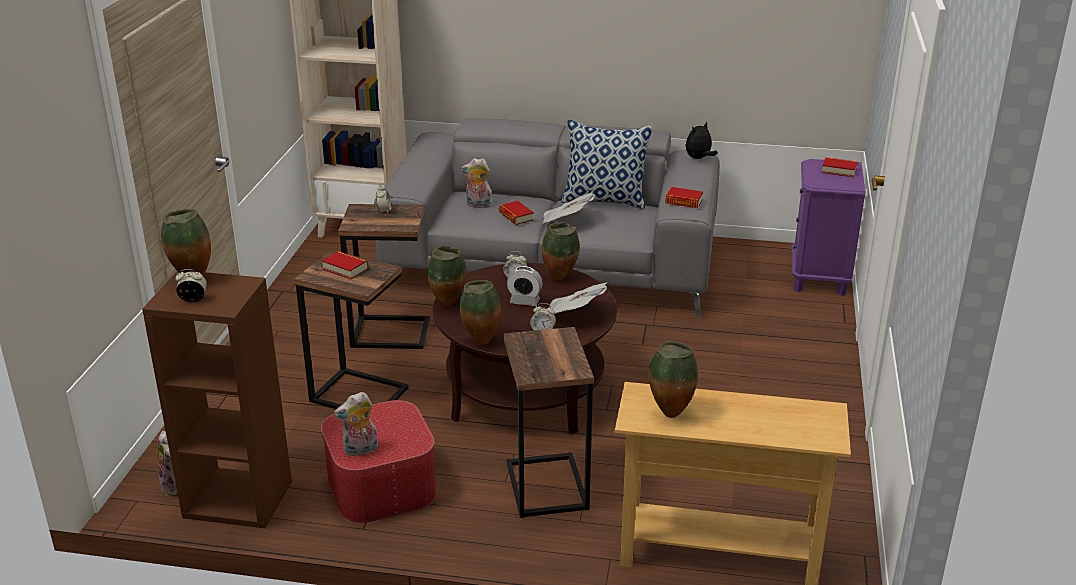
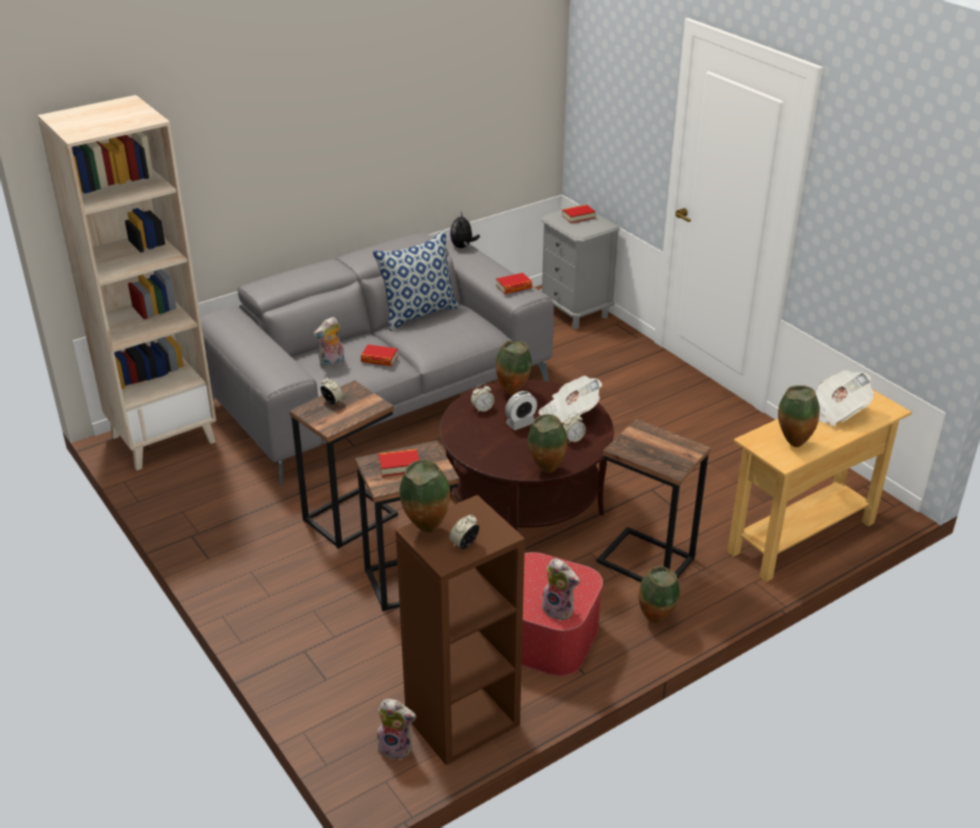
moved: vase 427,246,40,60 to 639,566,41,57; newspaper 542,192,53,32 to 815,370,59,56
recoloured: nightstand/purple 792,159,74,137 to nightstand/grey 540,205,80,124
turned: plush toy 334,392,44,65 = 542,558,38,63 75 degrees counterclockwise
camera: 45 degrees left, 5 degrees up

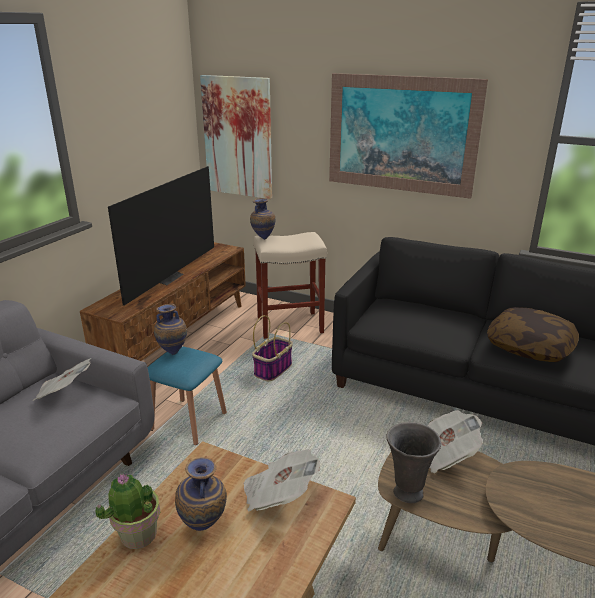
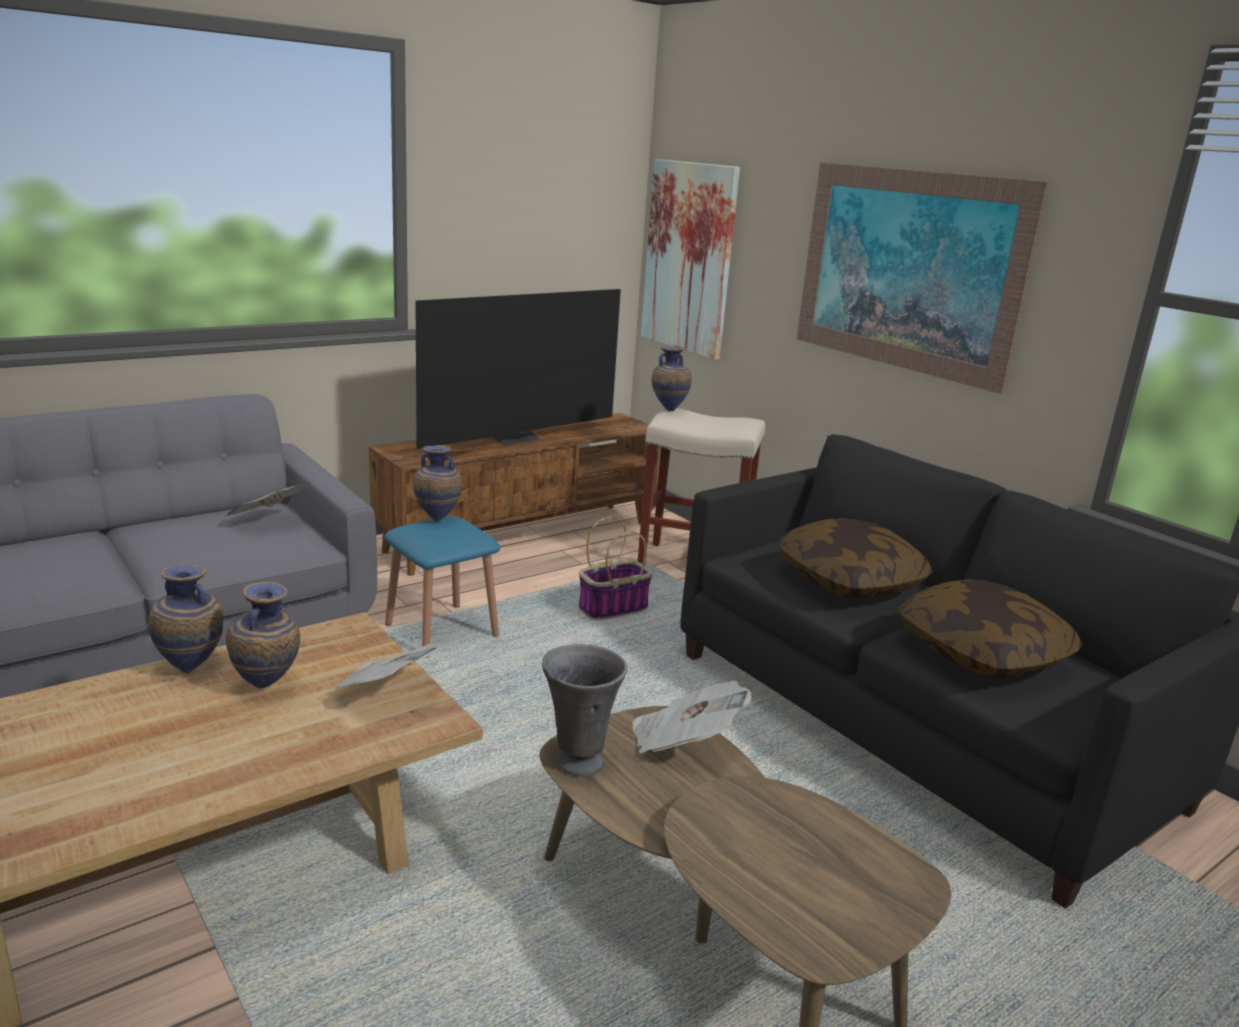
added: pillow 777,518,156,81
replaced: potted plant 96,473,64,76 to vase 148,565,75,108
camera: 25 degrees right, 5 degrees down

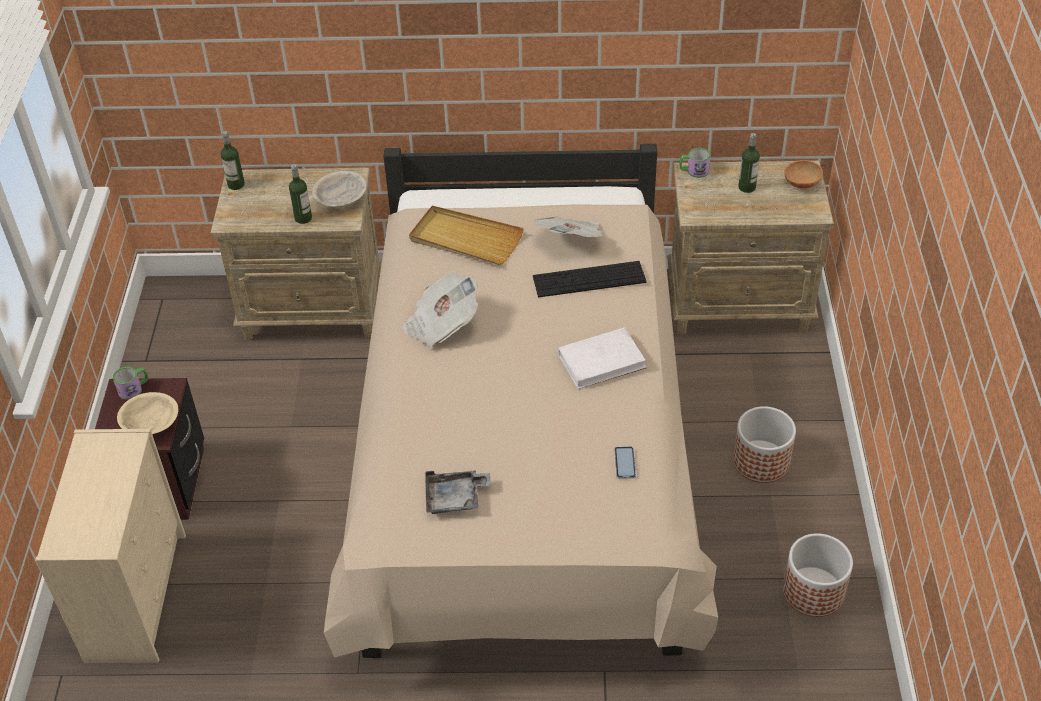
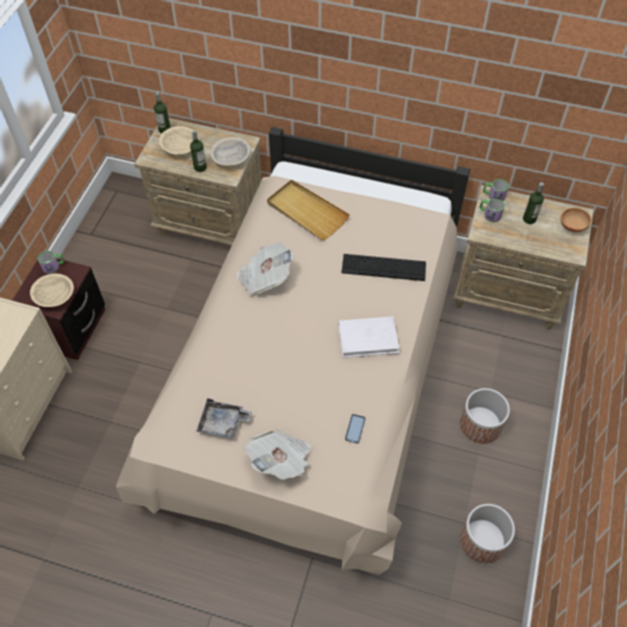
added: bowl/beige 159,126,40,29; mug 480,199,25,24
moved: newspaper 534,216,70,21 to 245,429,67,51
camera: 15 degrees right, 10 degrees up

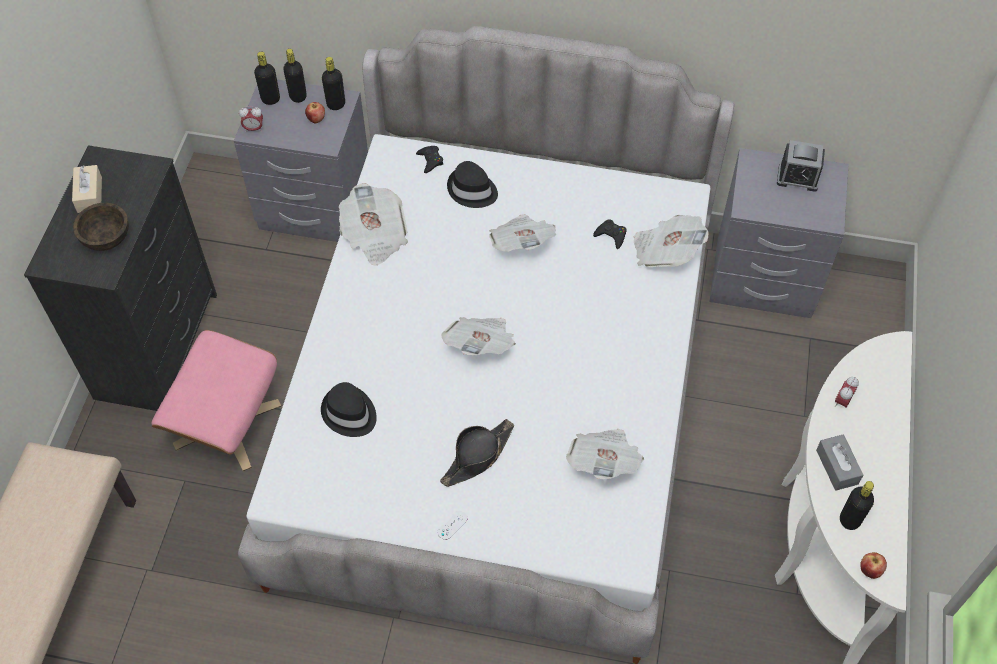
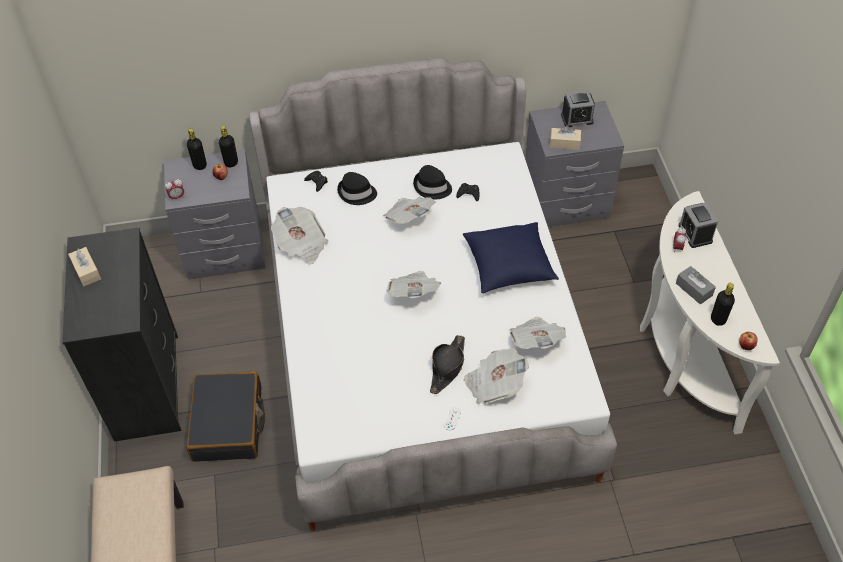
removed: bowl/brown 73,203,56,48; bottle/black 254,52,26,53
added: pillow/blue 463,222,96,71; tissue box/beige 550,126,31,24; alarm clock 679,202,39,46
moved: hat/black 321,382,56,55 to 413,165,39,34; newspaper 634,215,75,52 to 464,348,65,56
replaced: ottoman/pink 151,330,130,141 to suitcase/black 186,371,79,91
camera: 20 degrees left, 5 degrees down

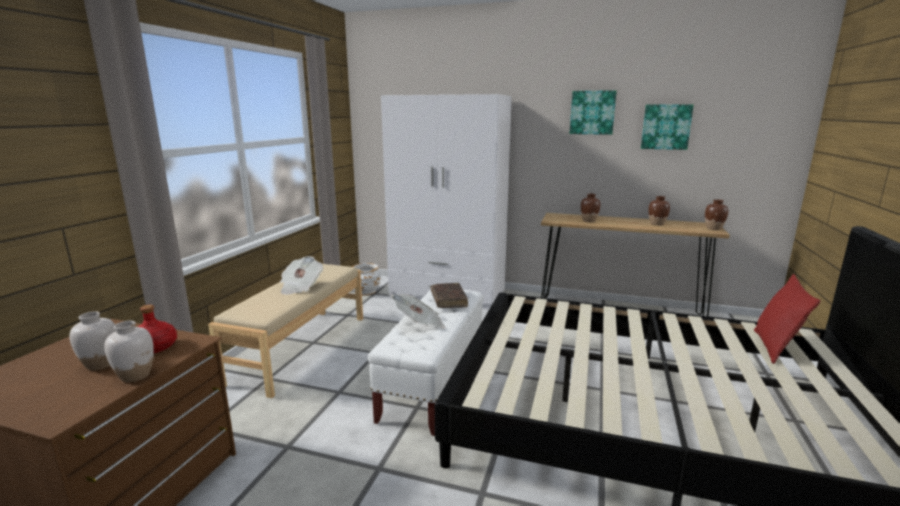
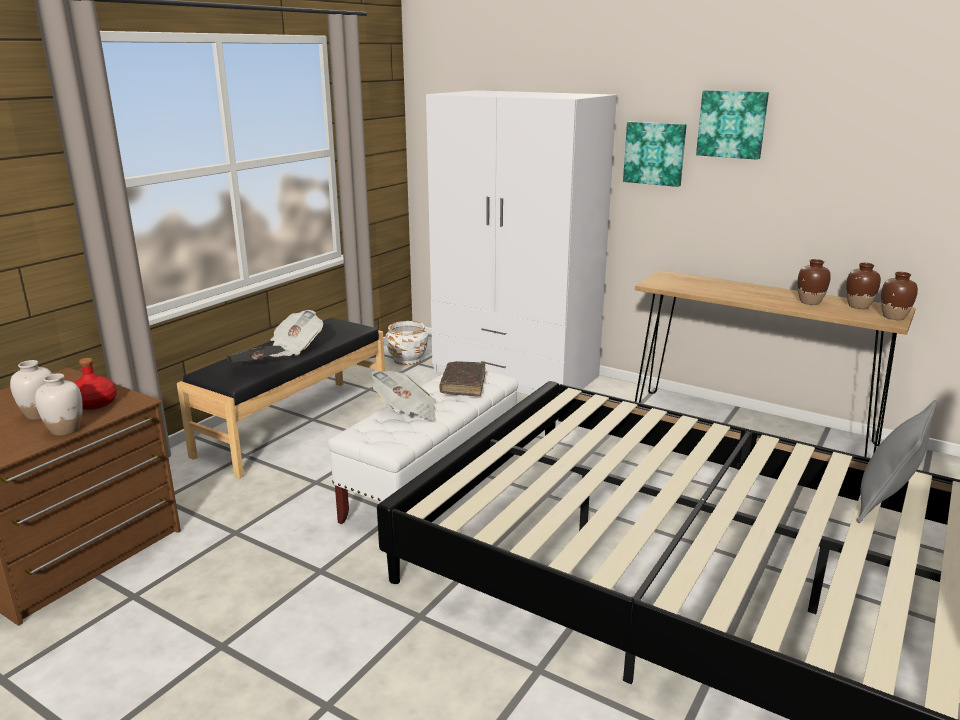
added: newspaper 226,346,59,16
moved: vase/brown 581,193,20,29 to 846,263,35,46; picture 641,104,53,46 to 623,122,64,65
recoloured: bench/beige 208,264,155,134 to bench/black 177,318,208,160; pillow/red 754,274,66,90 to pillow/grey 856,400,81,123
camera: 15 degrees right, 5 degrees up

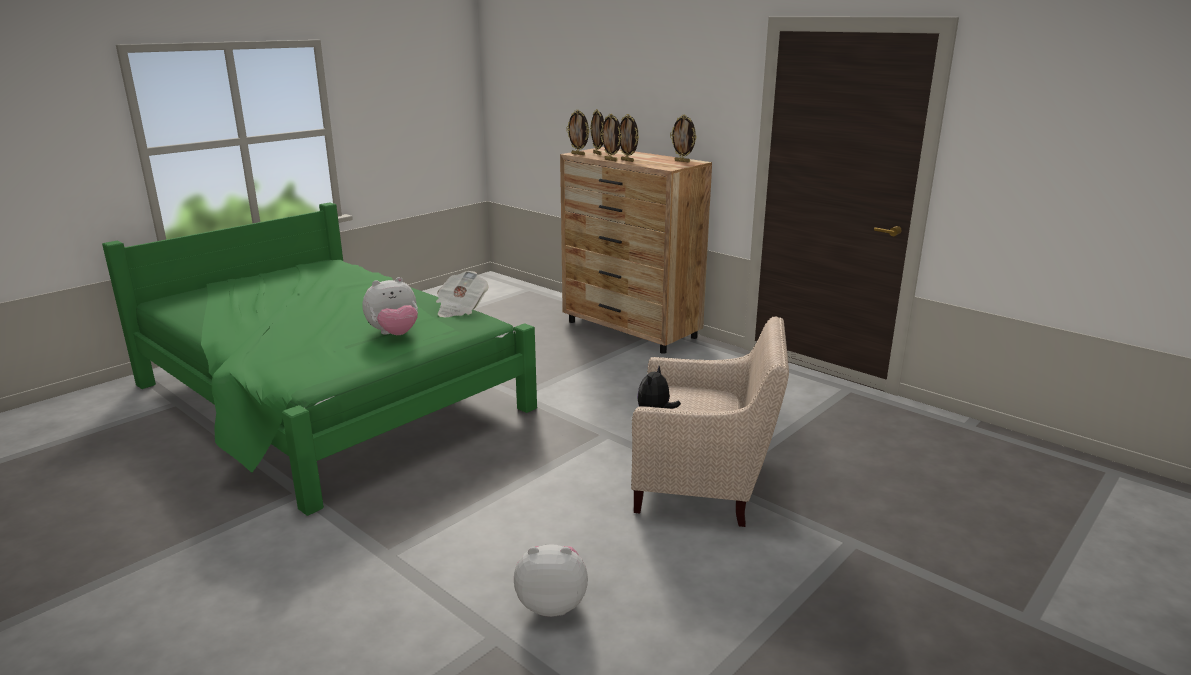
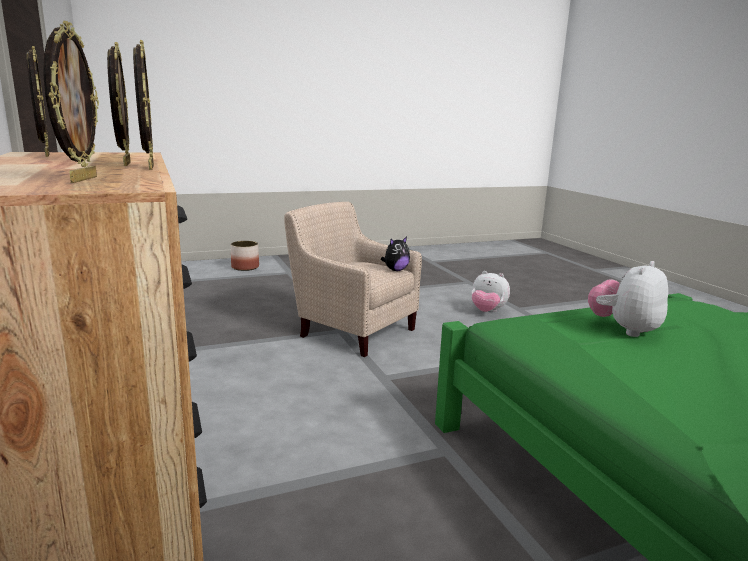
removed: newspaper 436,271,53,46; picture frame 566,110,24,45
added: planter 231,241,28,30
turned: plush toy 363,277,55,58 = 588,261,80,76 45 degrees counterclockwise
camera: 155 degrees left, 5 degrees down

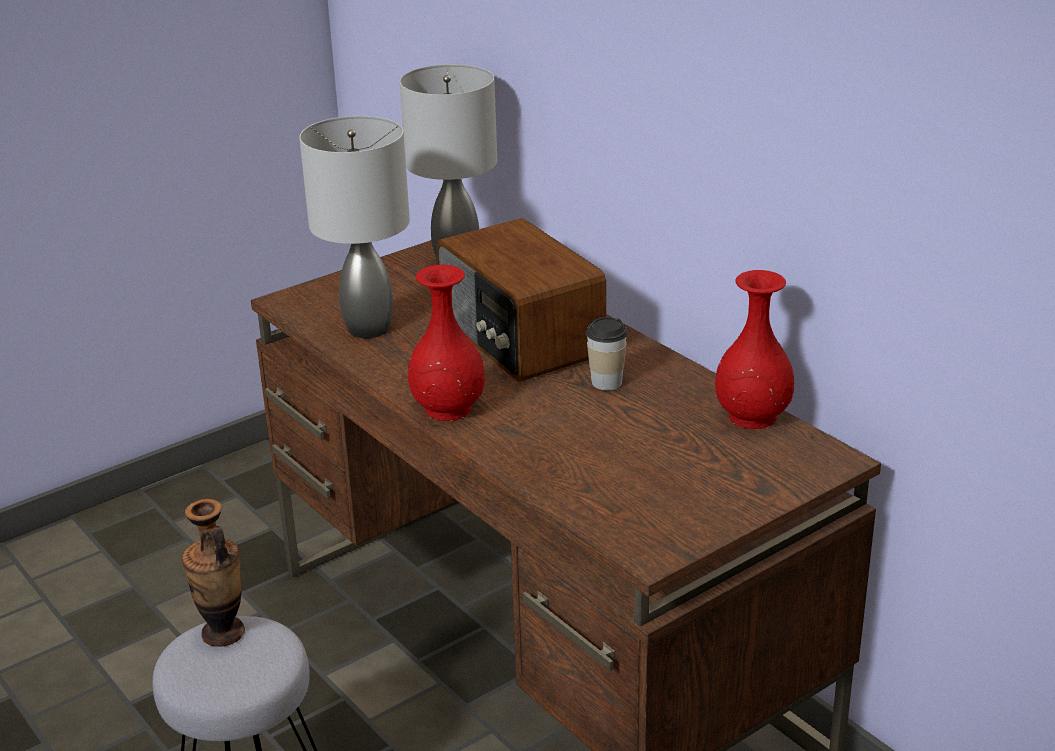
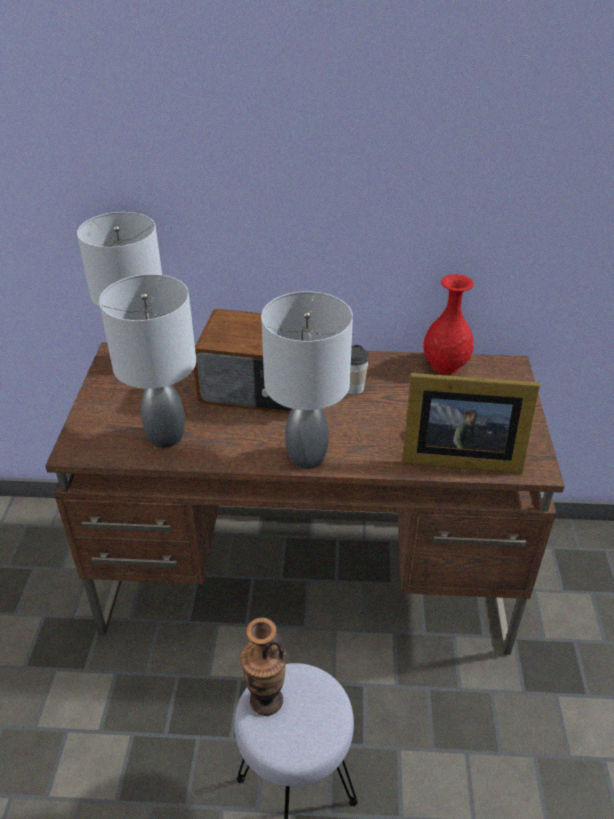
added: picture frame 402,373,138,101
replaced: vase/red 408,265,77,156 to table lamp/grey 261,291,92,178
camera: 50 degrees left, 10 degrees up

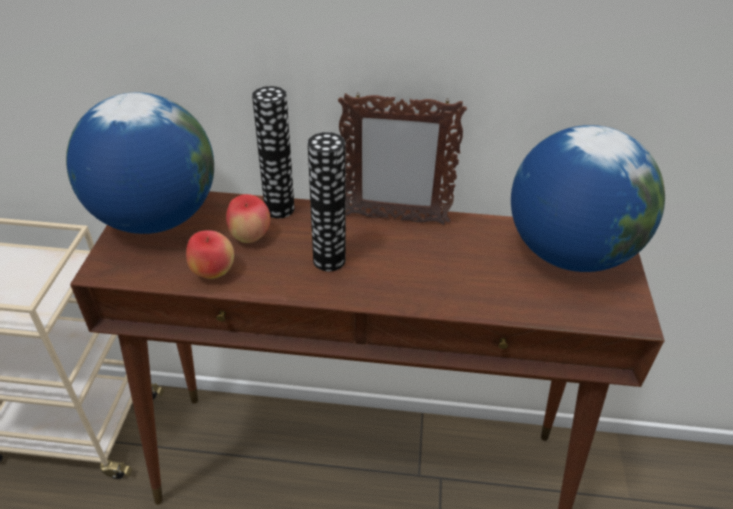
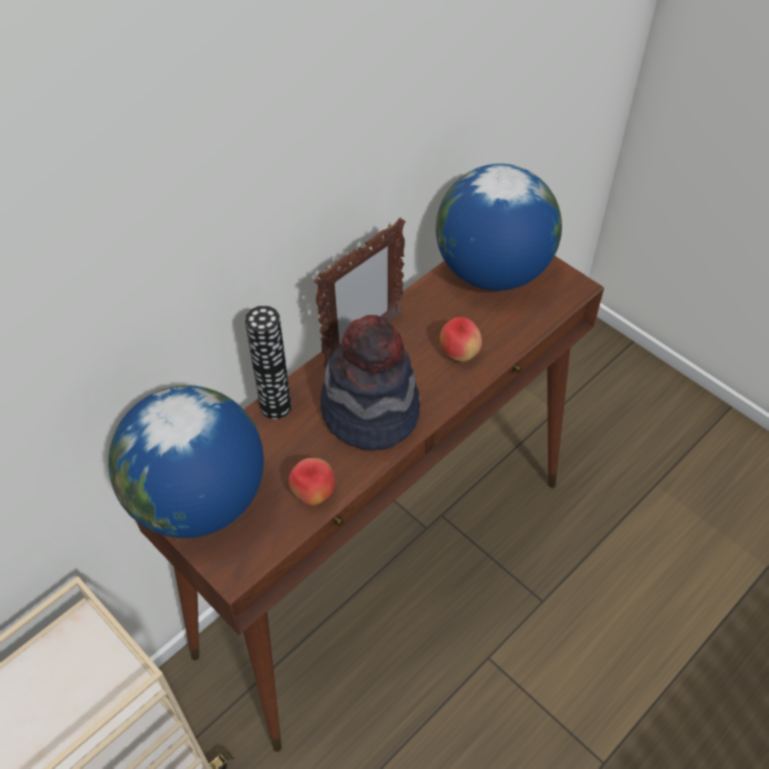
moved: apple 226,194,44,49 to 440,317,42,45
replaced: vase 308,132,38,139 to hat 320,315,101,136
camera: 50 degrees left, 10 degrees up

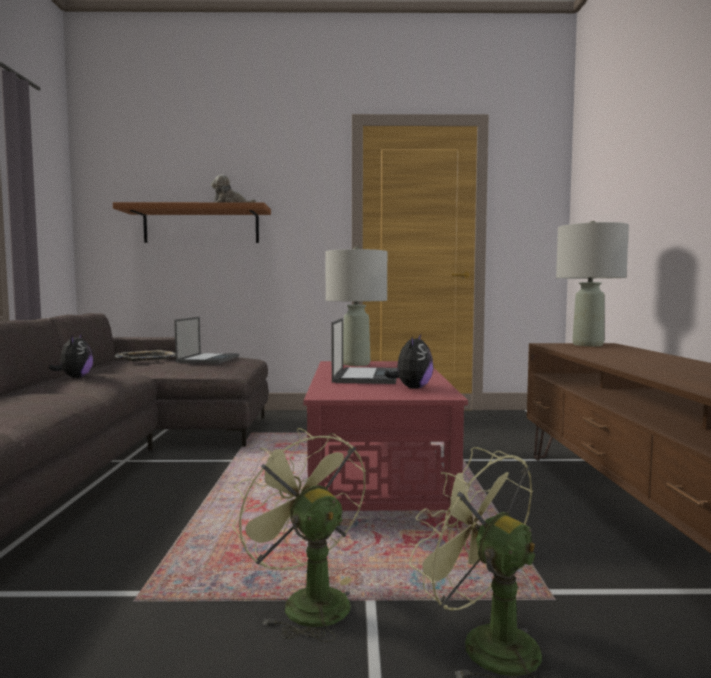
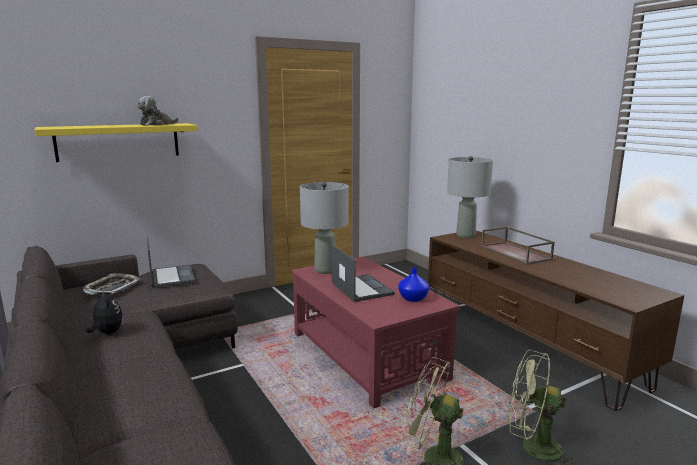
added: tray/brown 481,227,74,38
replaced: plush toy 384,334,50,55 to vase/blue 398,268,31,34
recoloured: shelf/brown 113,202,158,41 to shelf/yellow 34,123,164,39
camera: 30 degrees left, 10 degrees up

